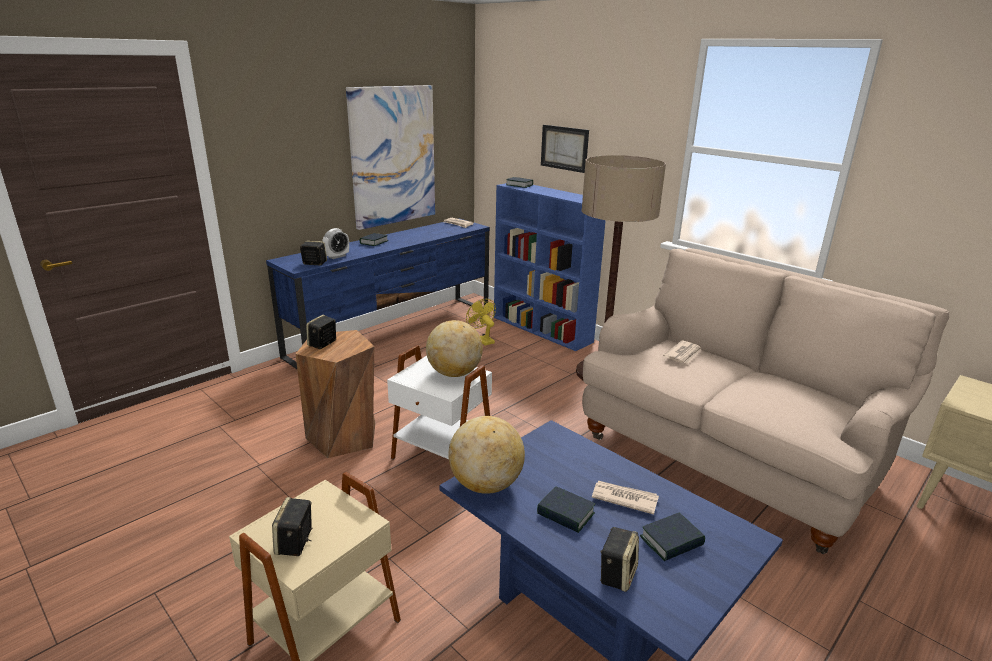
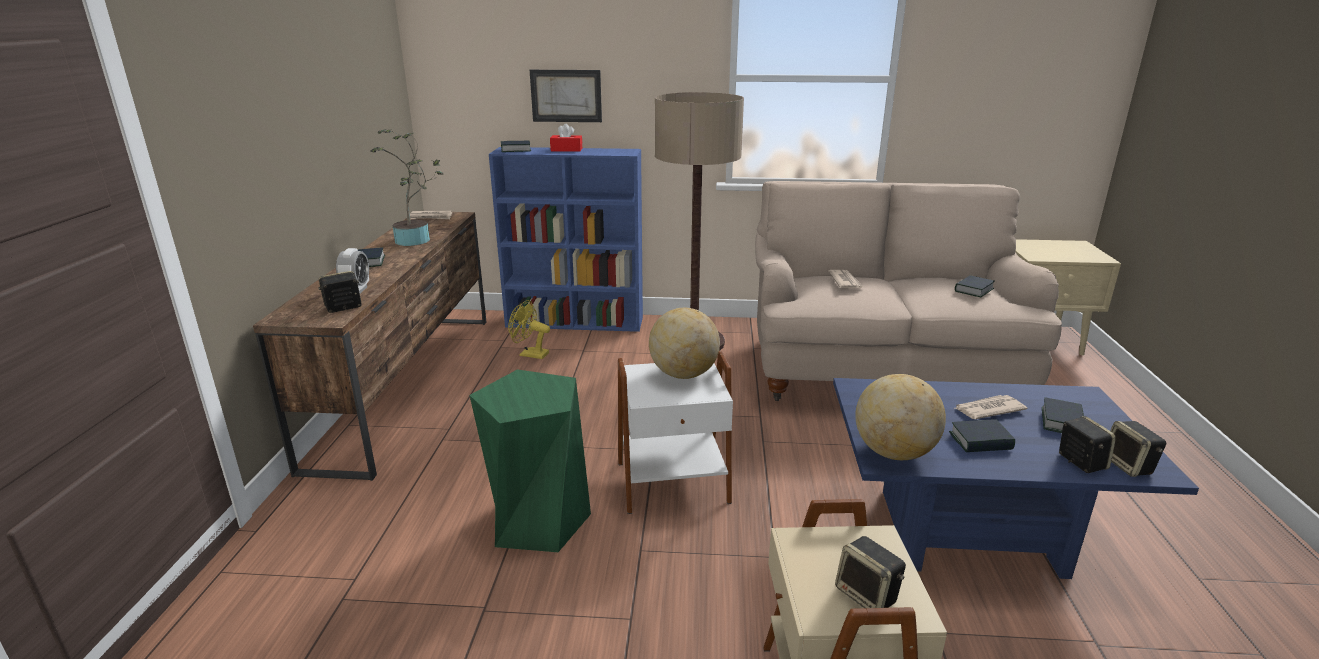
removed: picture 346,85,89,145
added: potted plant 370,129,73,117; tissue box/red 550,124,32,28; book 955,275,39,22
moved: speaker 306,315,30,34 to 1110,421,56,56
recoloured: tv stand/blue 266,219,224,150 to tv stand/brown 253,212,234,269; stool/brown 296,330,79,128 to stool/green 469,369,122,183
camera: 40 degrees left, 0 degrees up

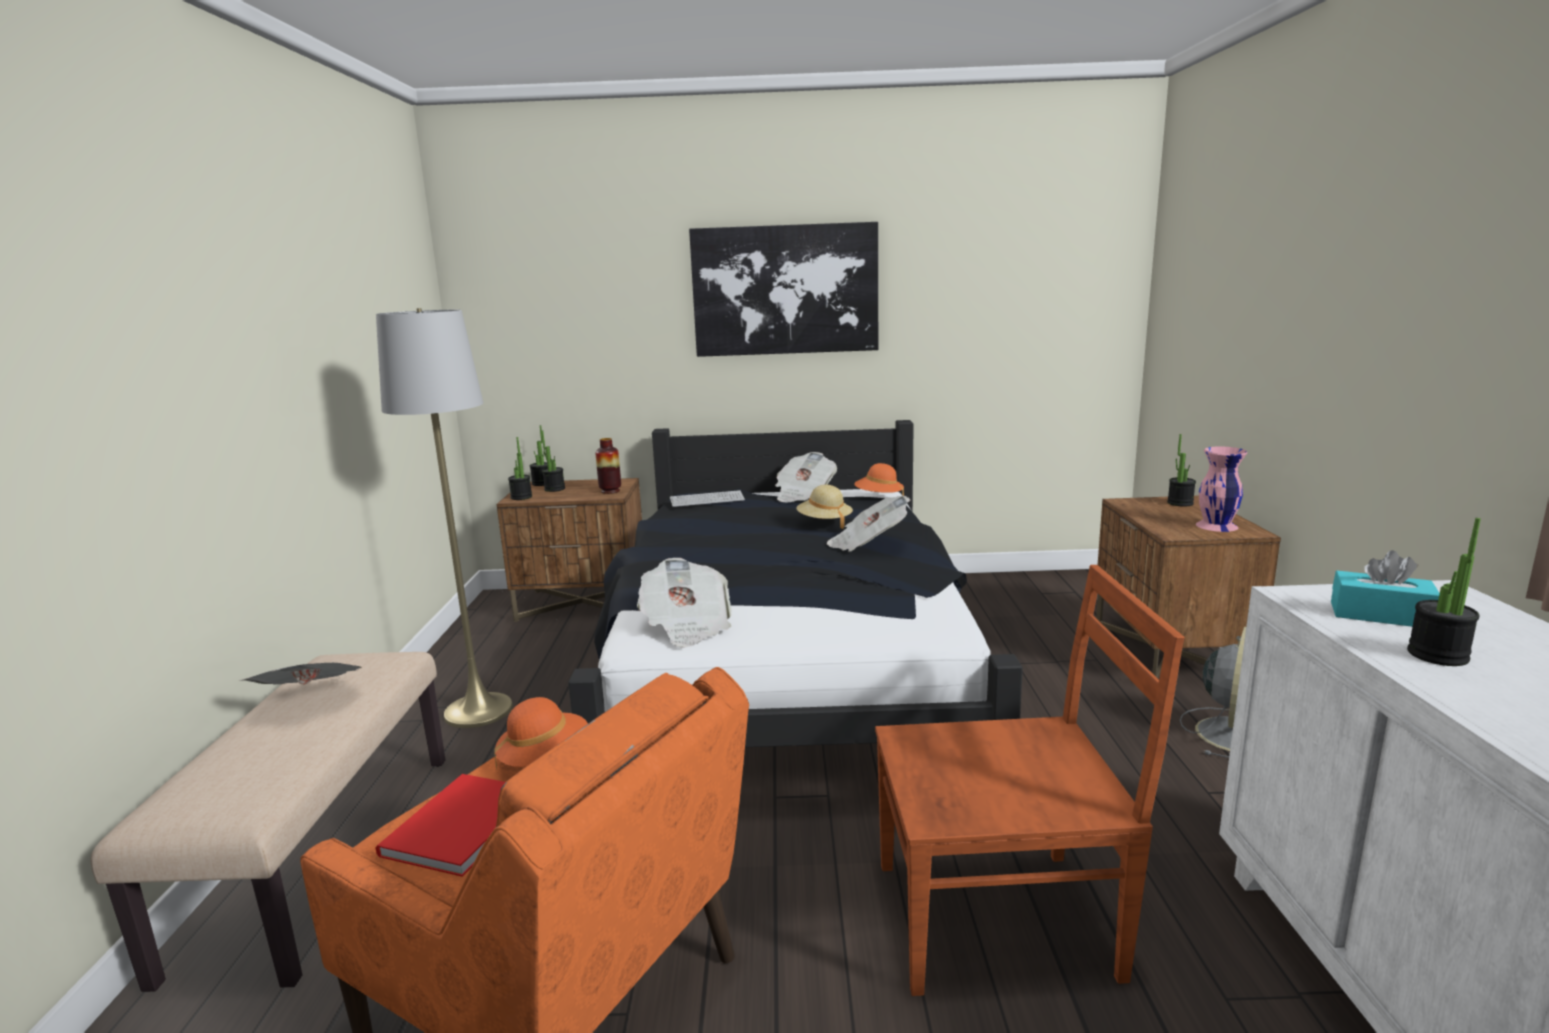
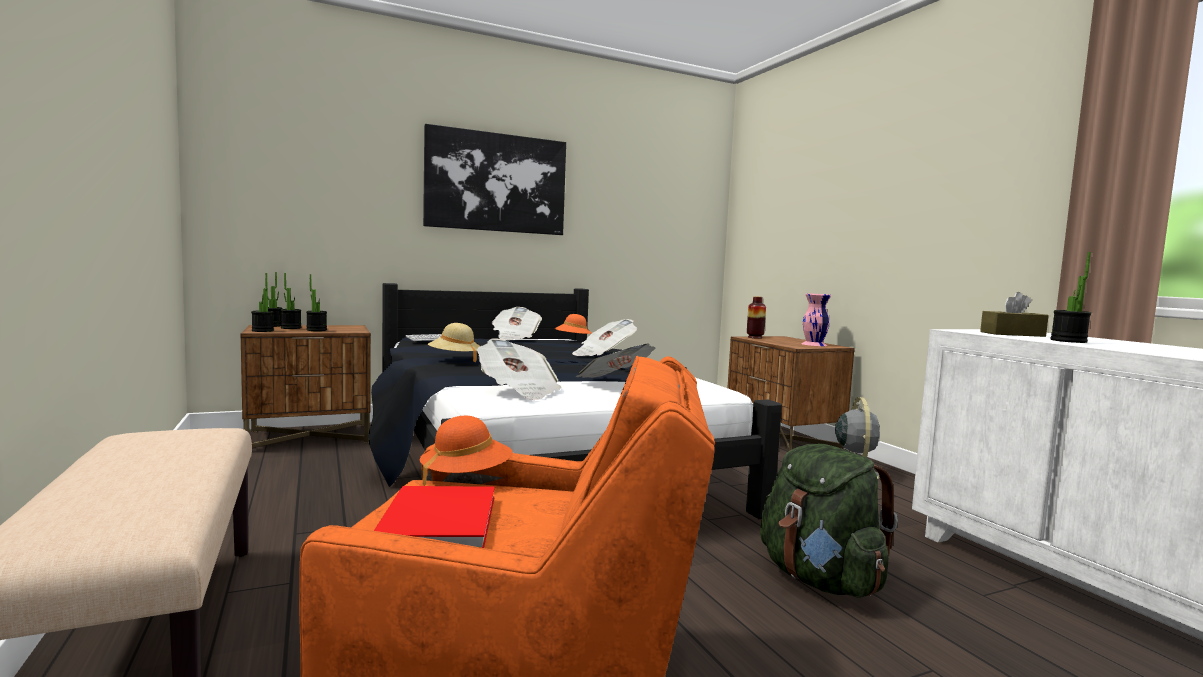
removed: floor lamp/grey 376,308,137,420
moved: newspaper 242,663,120,21 to 575,343,80,35; vase 596,438,25,56 to 747,296,19,43; hat/beige 796,485,57,44 to 428,323,52,39; potted plant 1167,434,29,73 to 306,274,21,57
replaced: chair/brown 875,565,310,431 to backpack/green 760,444,138,154
recoloured: tissue box/turquoise 1331,550,109,77 to tissue box/brown 980,292,69,45
camera: 25 degrees left, 10 degrees down

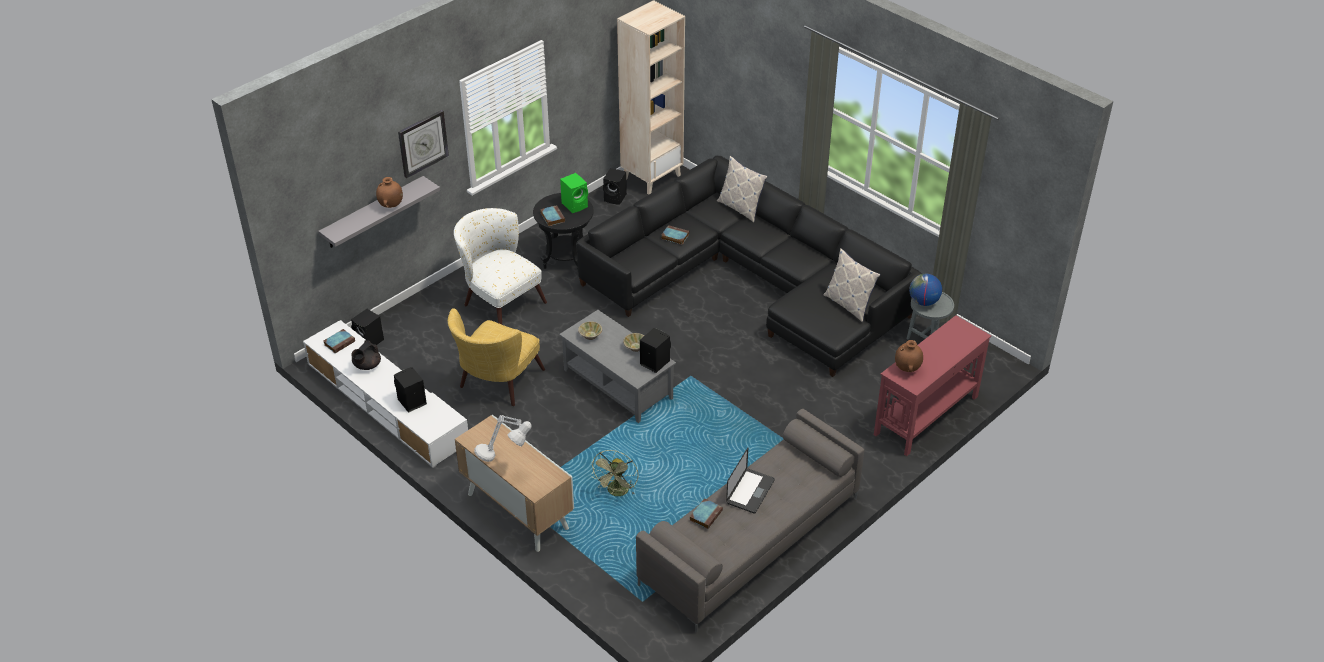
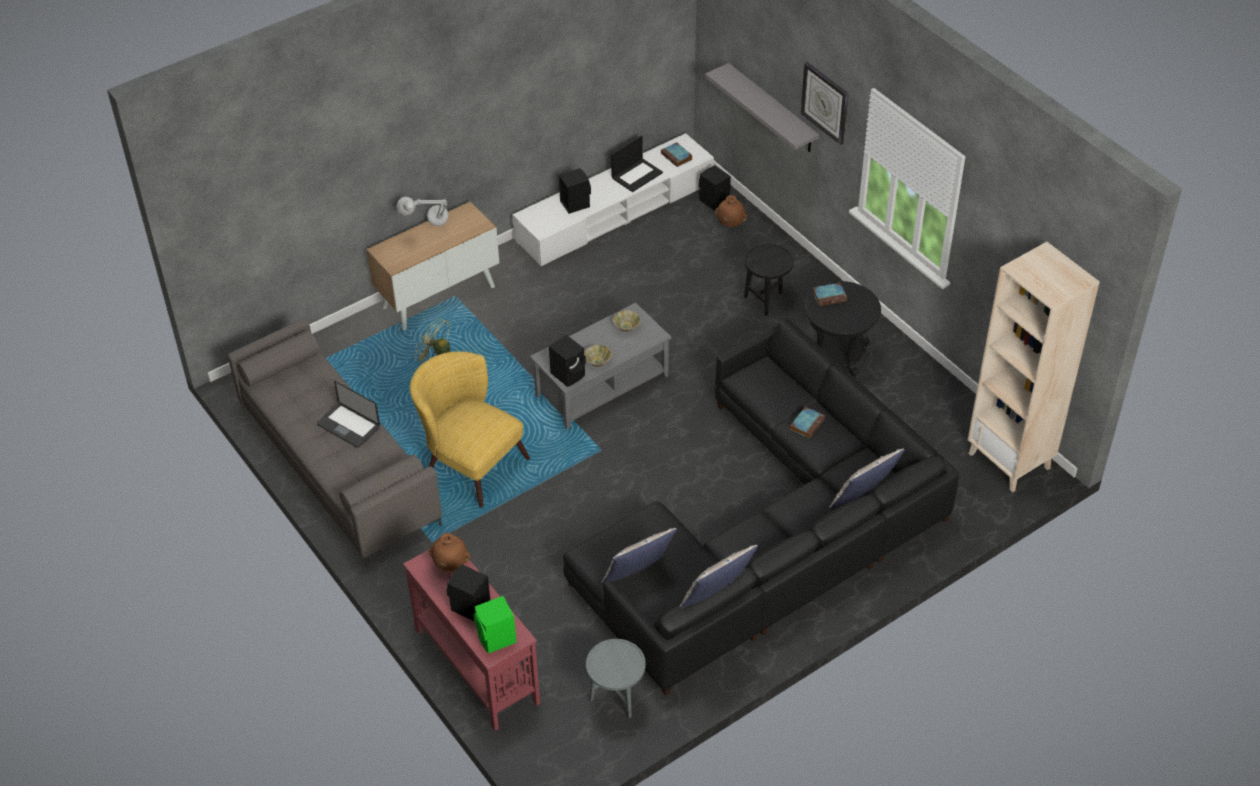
removed: book 690,498,33,31; globe 909,274,33,32
added: pillow 680,545,78,63
moved: vase/brown 376,177,27,31 to 715,195,32,32; armchair/yellow 448,308,97,98 to 410,351,120,157; speaker/green 560,173,28,40 to 473,596,44,58; speaker/black 603,168,24,37 to 447,564,43,57
replaced: teapot/black 351,340,30,30 to laptop 611,136,52,56; armchair/white 454,208,93,117 to side table/black 744,244,50,72
camera: 100 degrees right, 5 degrees up

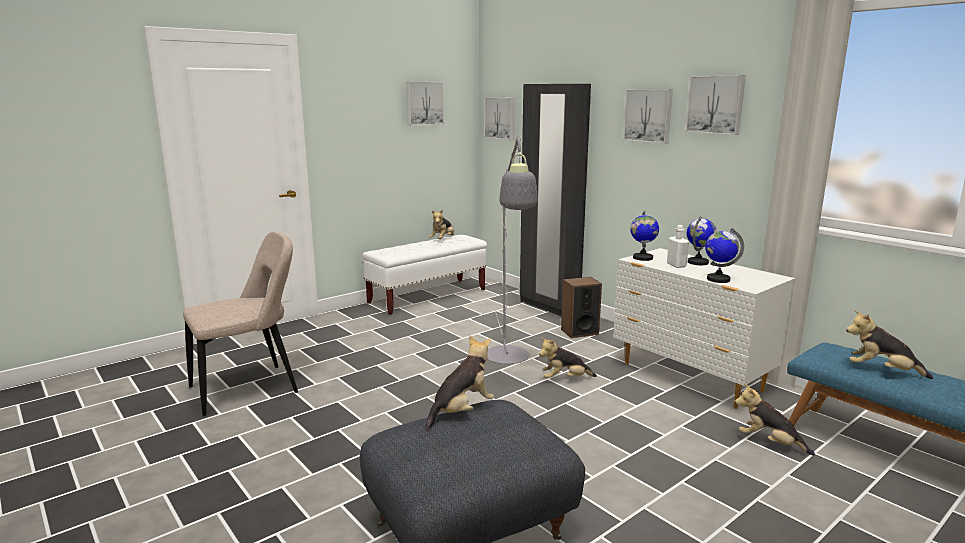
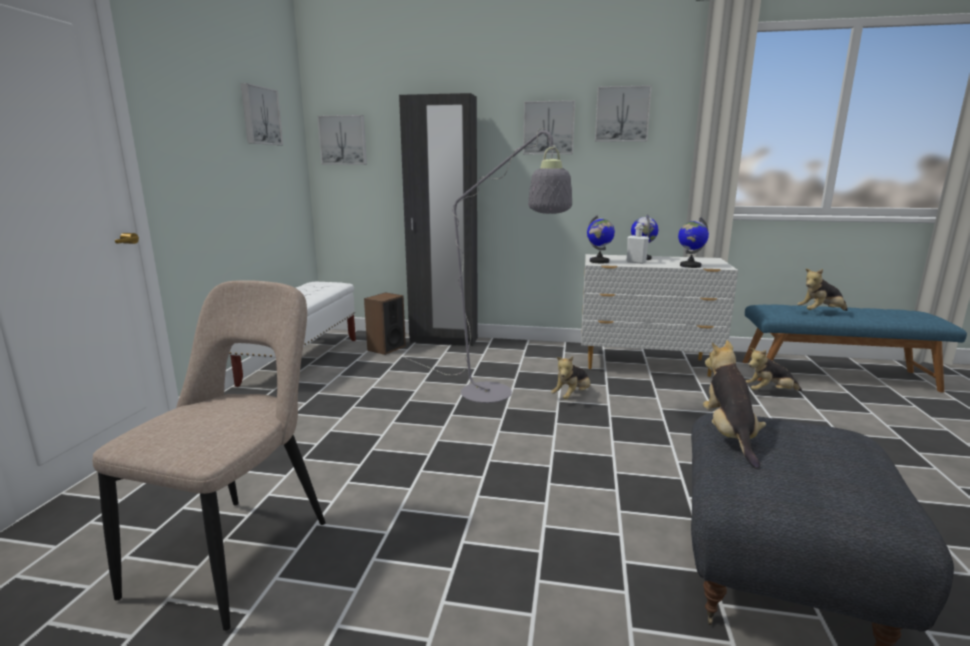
removed: plush toy 429,209,25,30
moved: speaker 561,277,41,61 to 364,293,42,62
camera: 40 degrees left, 0 degrees up

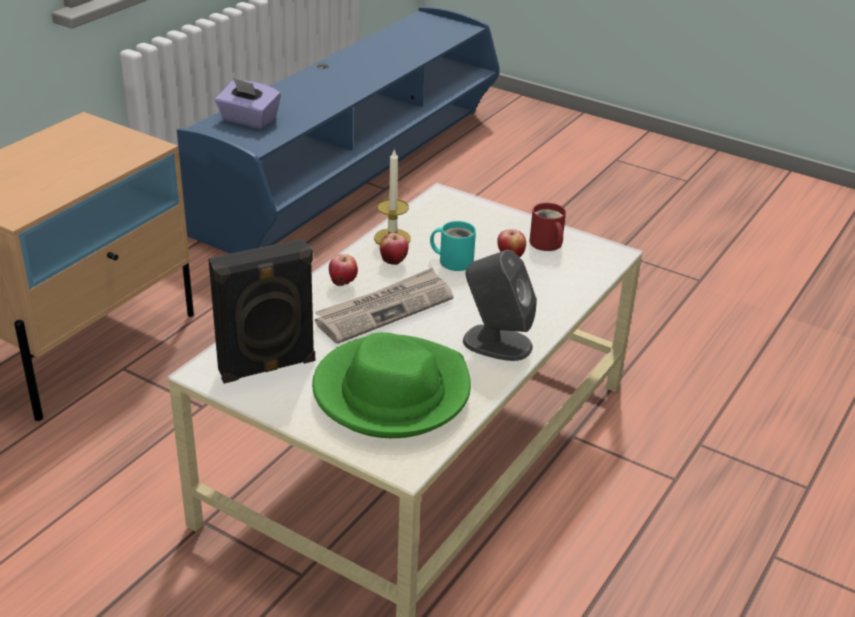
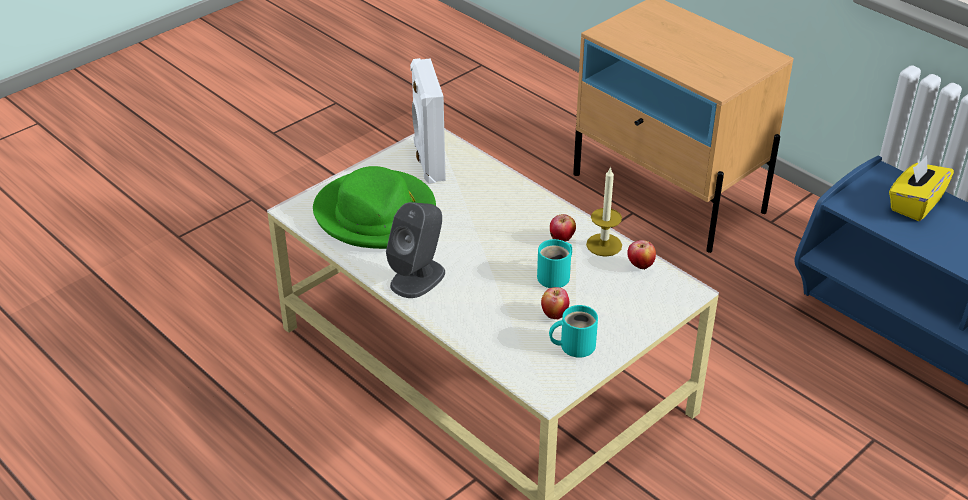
removed: newspaper 315,268,138,76
moved: apple 329,254,29,32 to 627,240,29,29
recoloured: speaker/black 208,239,107,145 to speaker/white 410,58,36,126; tissue box/purple 215,78,66,51 to tissue box/yellow 889,156,65,65; mug/red 529,203,37,48 to mug/turquoise 549,305,49,53
camera: 105 degrees right, 5 degrees up

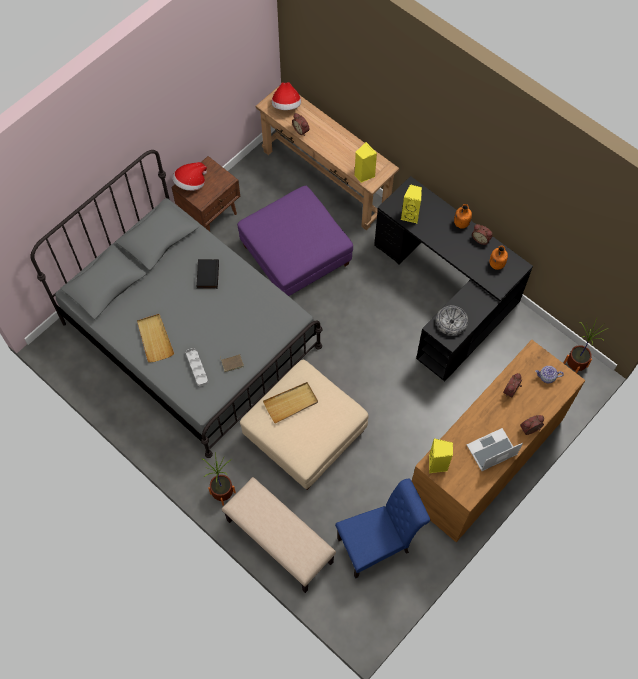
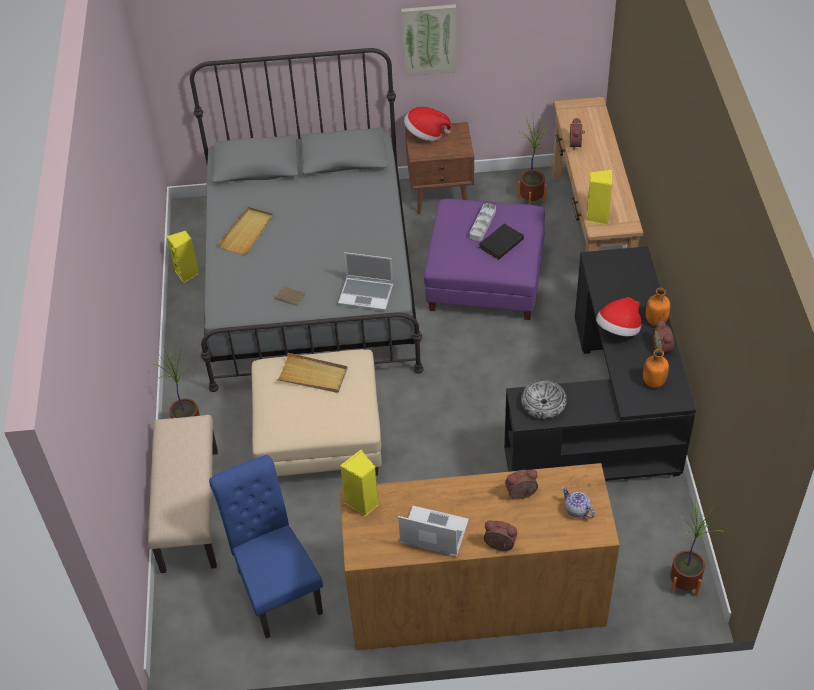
added: laptop 338,252,55,59; picture 401,4,56,73; potted plant 518,115,31,90
moved: tray/grey 186,348,22,39 to 470,203,26,38; book/black 196,259,23,30 to 479,223,45,37; hat 272,82,29,28 to 596,297,45,39; speaker/yellow 401,184,21,40 to 166,230,33,53
turned: chair/blue 335,478,95,101 = 209,455,114,184 135 degrees counterclockwise
camera: 45 degrees right, 15 degrees down

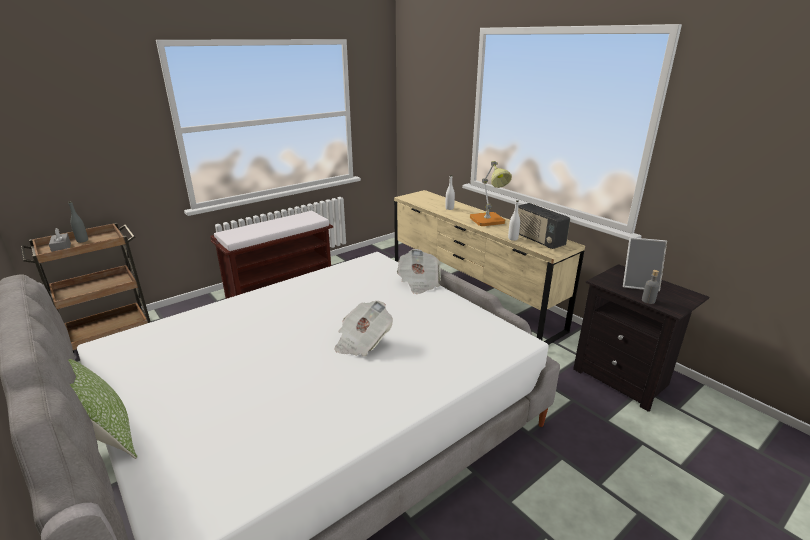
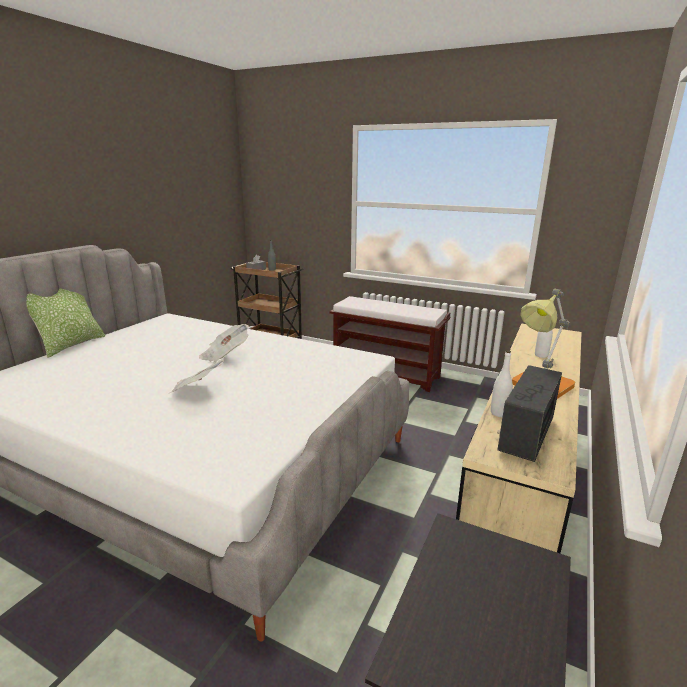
removed: picture frame 623,237,44,54; bottle/grey 642,270,18,34
moved: newspaper 397,249,44,45 to 199,324,50,38
camera: 65 degrees right, 5 degrees down

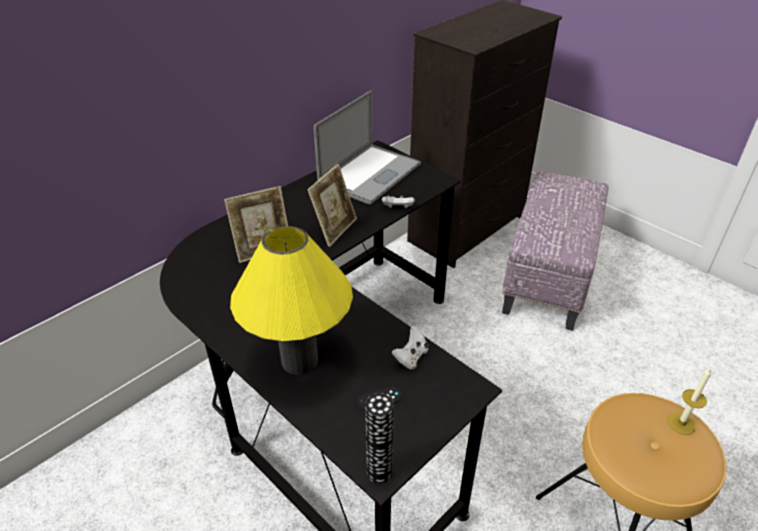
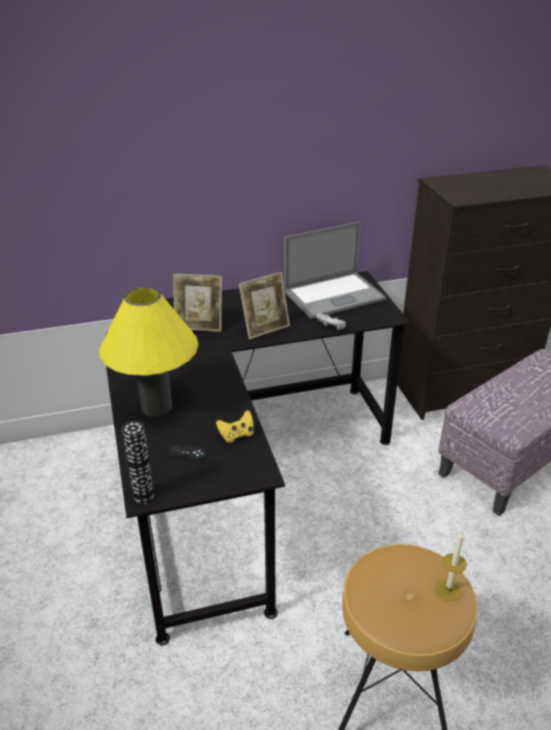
recoloured: game controller/white 392,326,37,43 to game controller/yellow 216,410,38,33
camera: 30 degrees right, 5 degrees down

